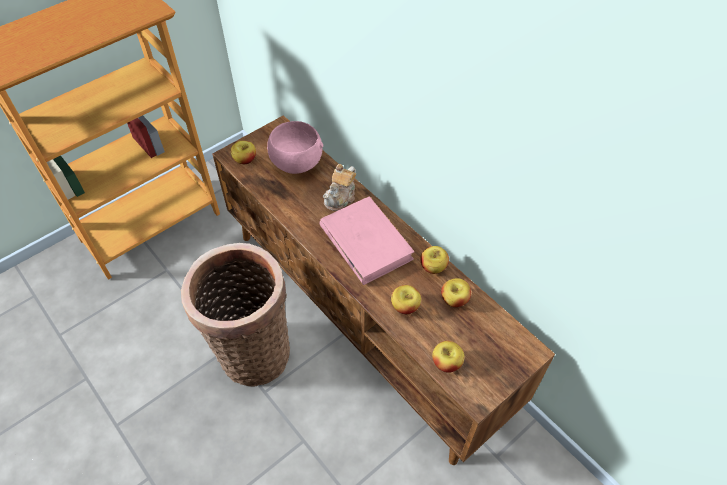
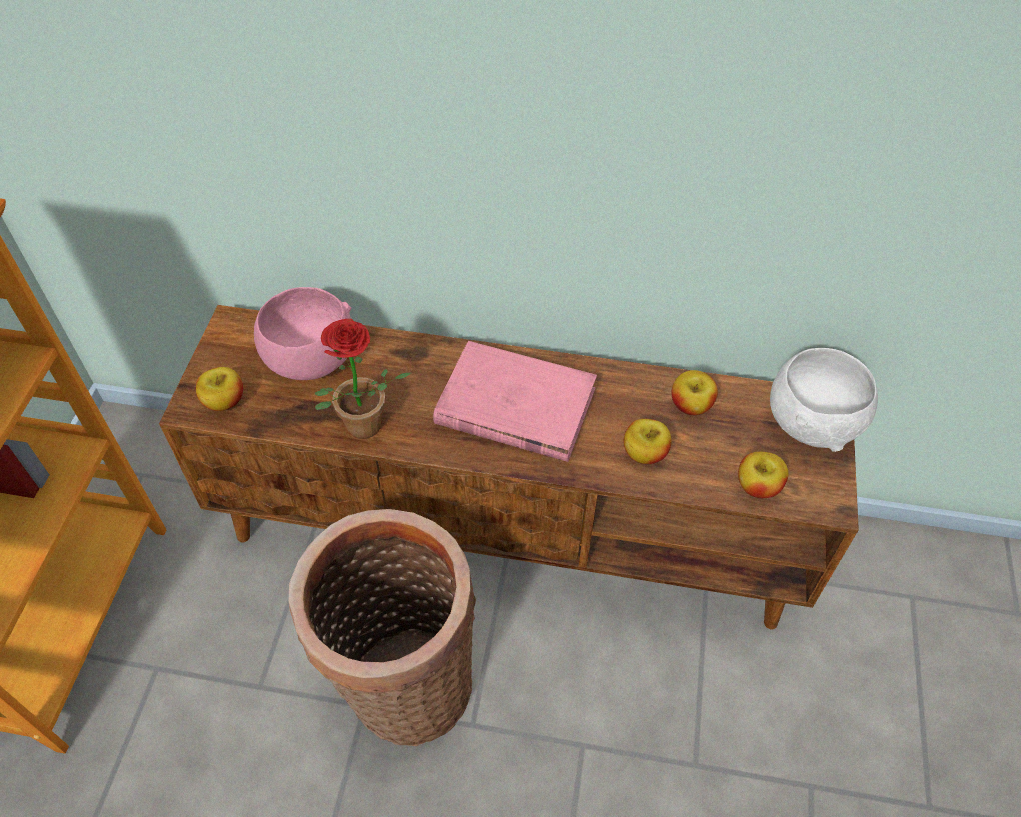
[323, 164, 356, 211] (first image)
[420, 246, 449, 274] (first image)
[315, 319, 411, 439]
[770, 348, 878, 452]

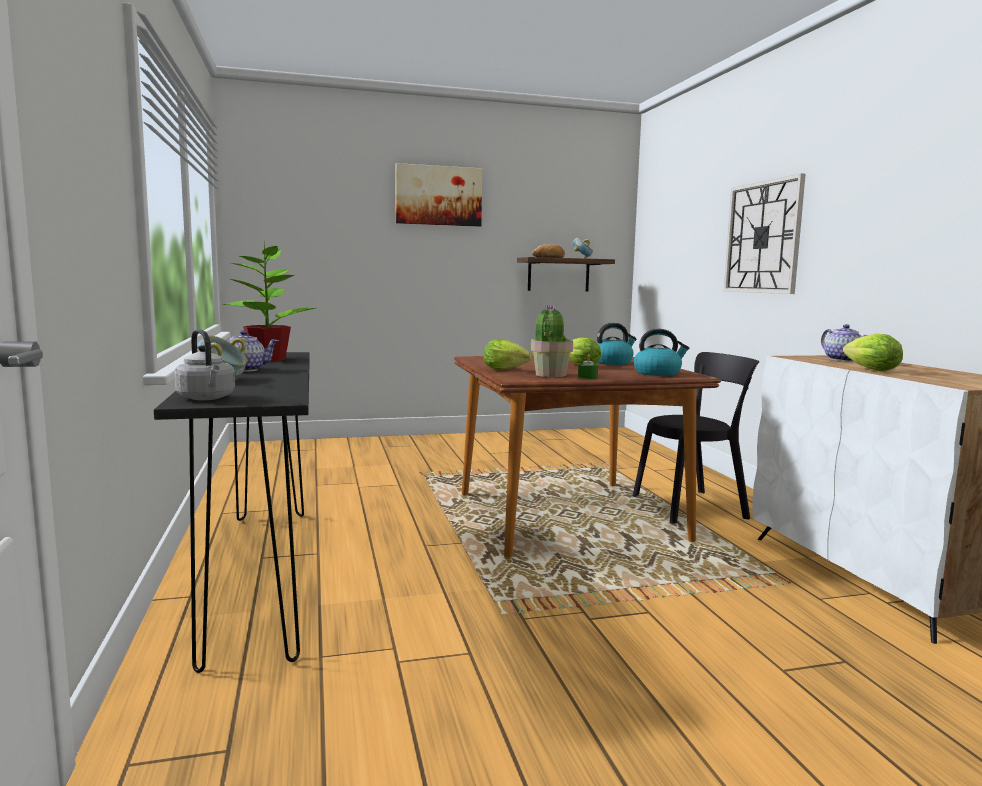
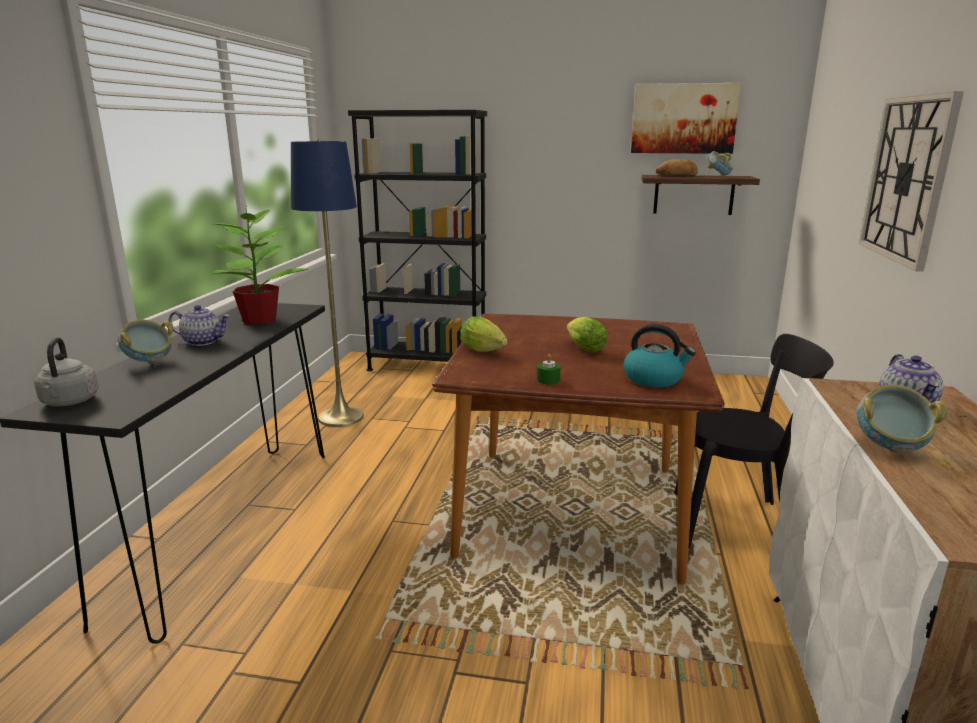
[631, 83, 741, 154]
[531, 305, 573, 377] (first image)
[597, 323, 637, 365] (first image)
[857, 385, 947, 452]
[348, 110, 487, 371]
[291, 139, 364, 427]

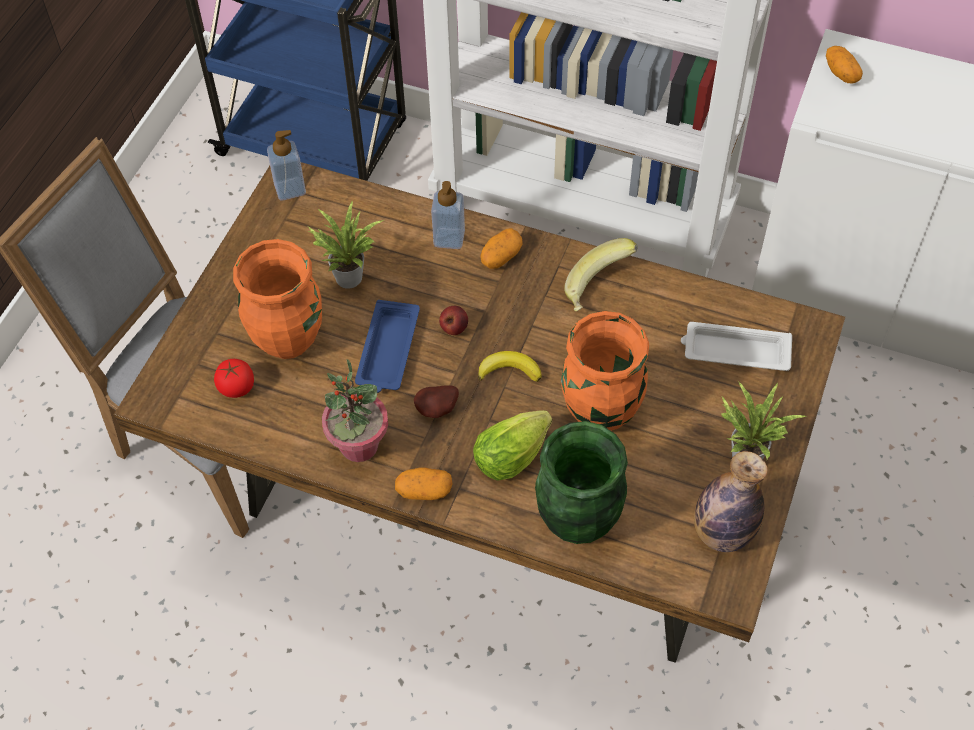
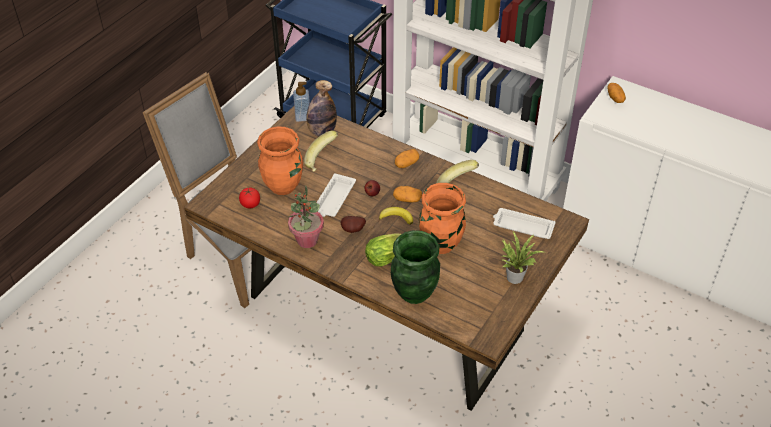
[431, 181, 465, 249] (first image)
[304, 131, 338, 172]
[317, 173, 356, 217]
[306, 80, 337, 136]
[393, 186, 422, 202]

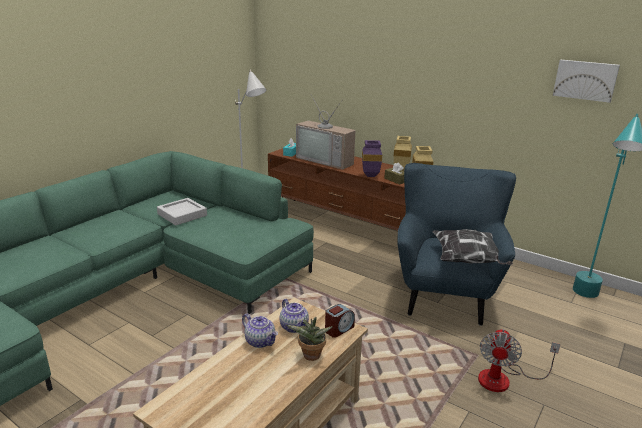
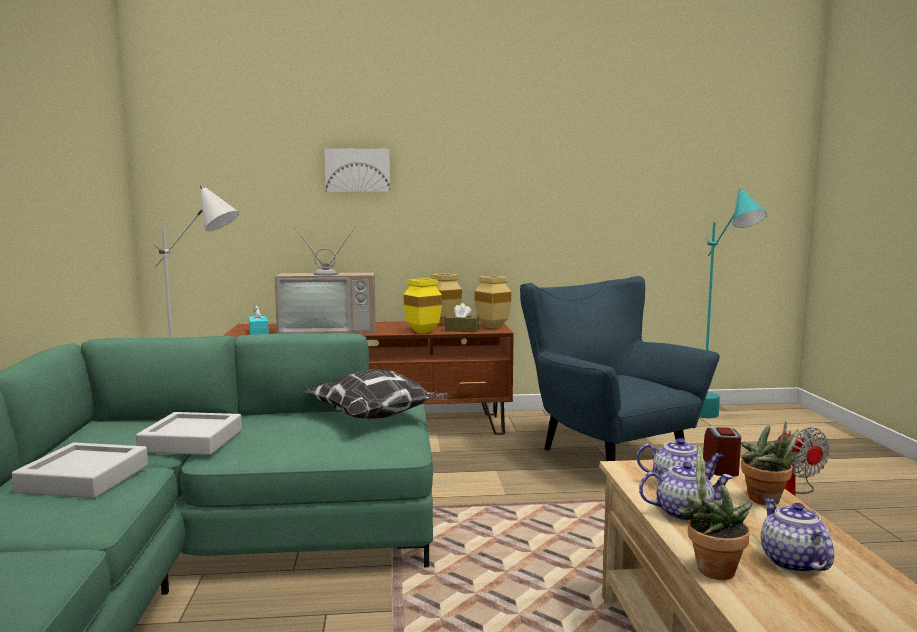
[325, 148, 390, 192]
[404, 278, 442, 333]
[304, 369, 451, 419]
[12, 442, 148, 498]
[676, 447, 753, 580]
[761, 498, 834, 573]

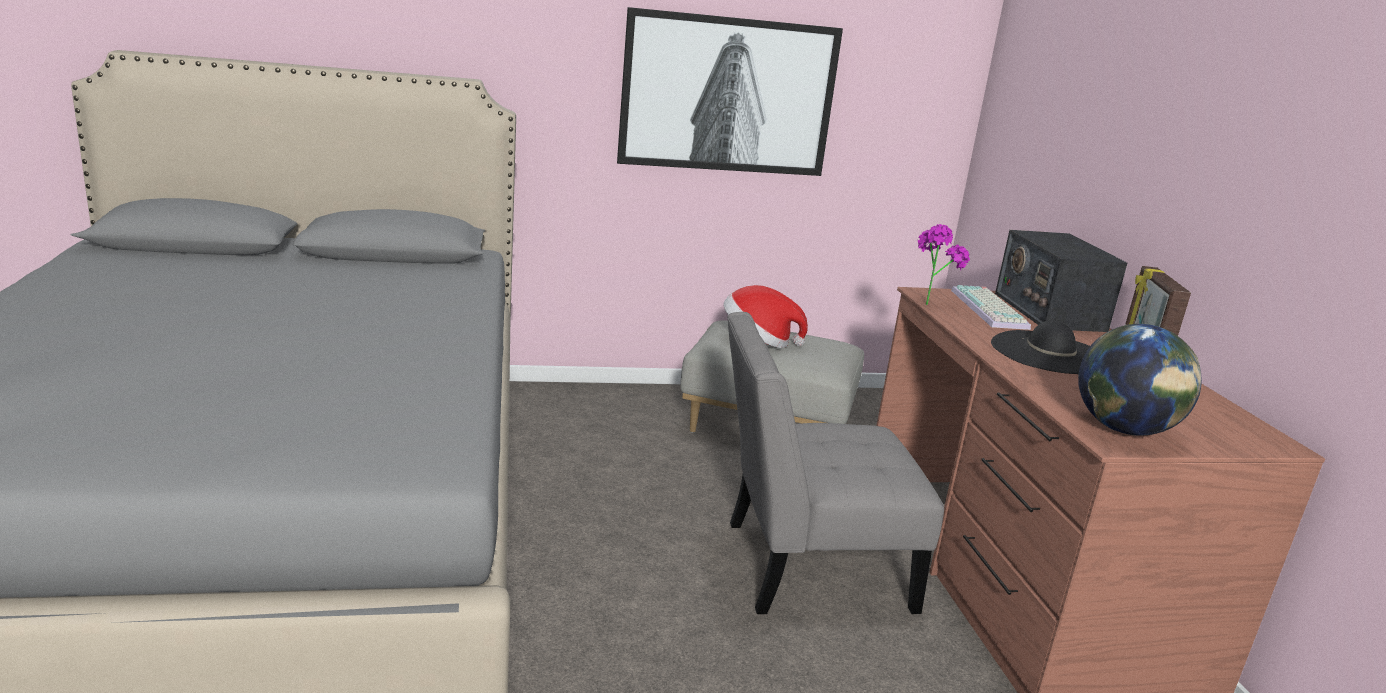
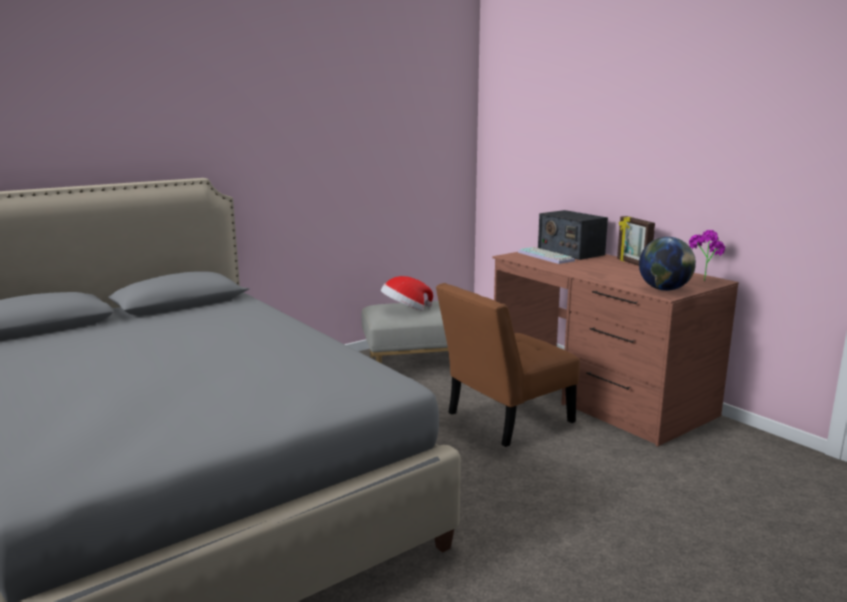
[617, 7, 843, 176] (first image)
[689, 230, 725, 281]
[436, 283, 580, 447]
[991, 320, 1090, 374] (first image)

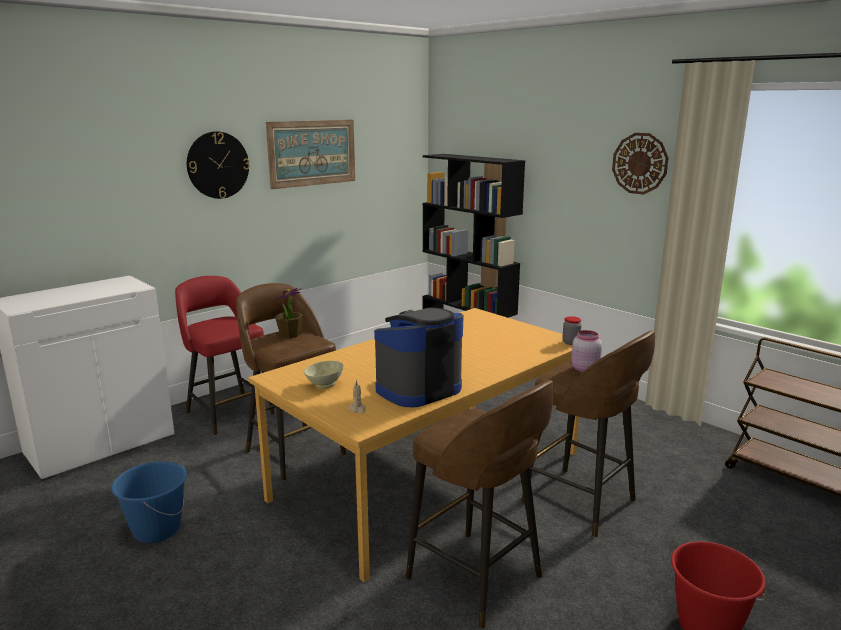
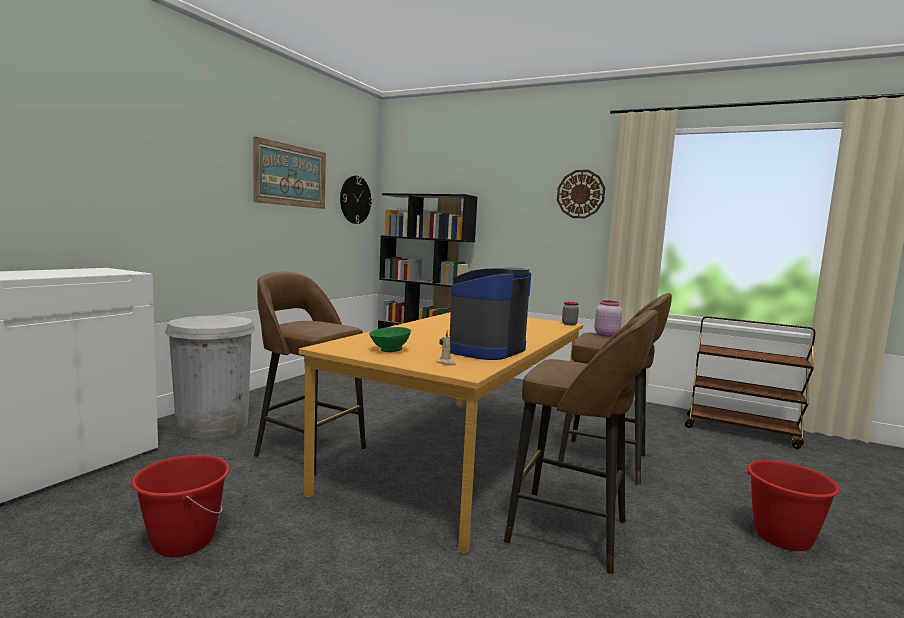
[340, 176, 372, 224]
[165, 316, 255, 438]
[274, 288, 303, 338] (first image)
[369, 327, 411, 352]
[131, 455, 230, 557]

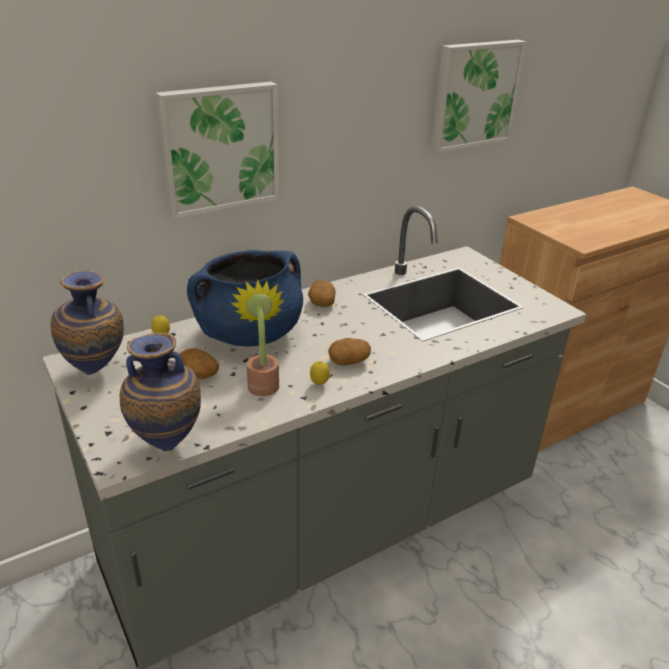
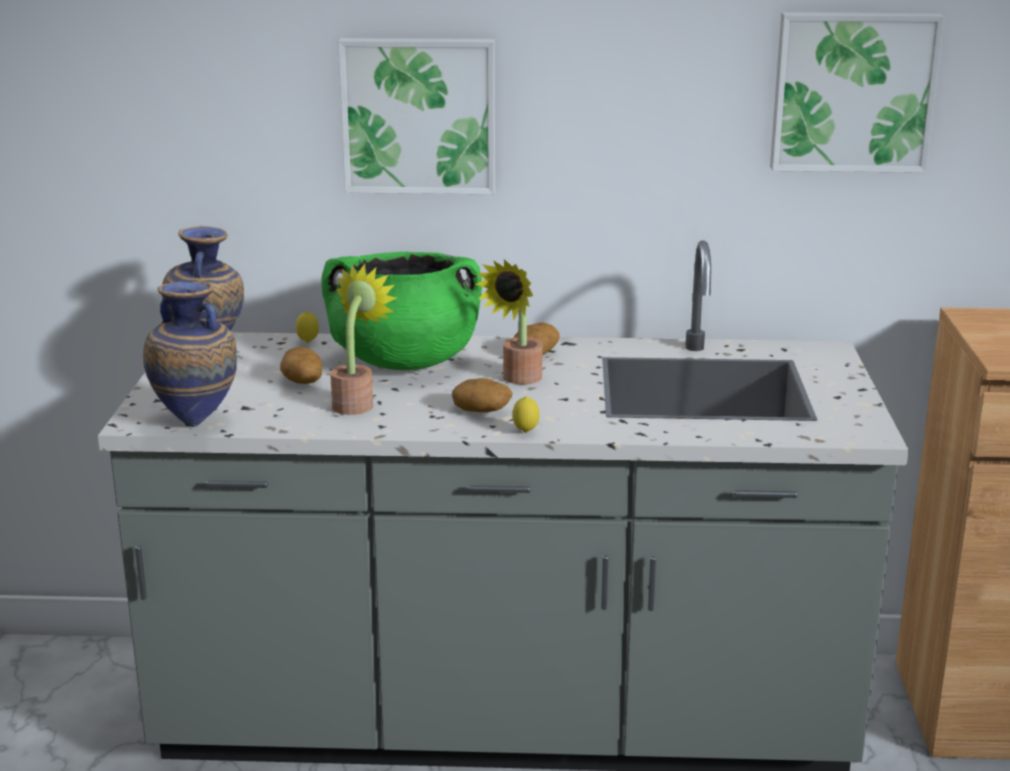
[321, 252, 482, 370]
[512, 397, 539, 433]
[475, 259, 543, 385]

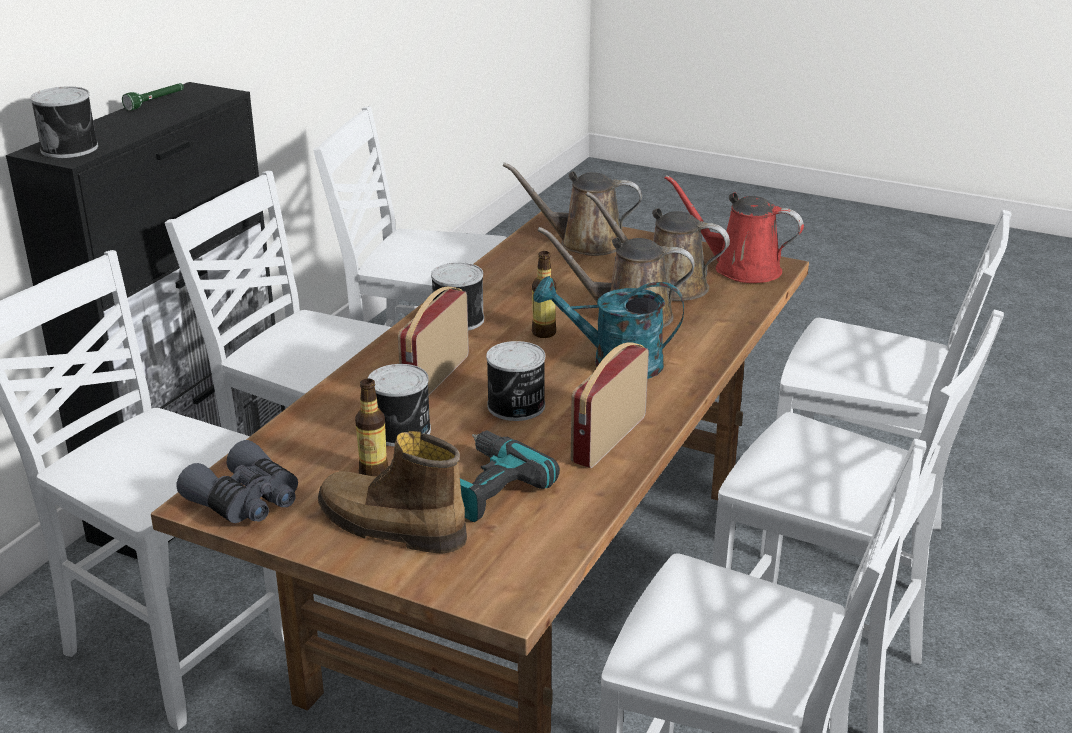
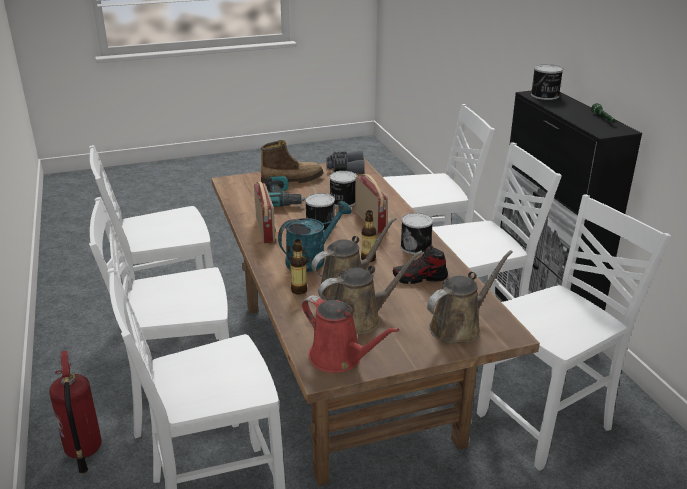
[302, 295, 399, 373]
[290, 239, 307, 295]
[393, 246, 448, 284]
[49, 350, 102, 474]

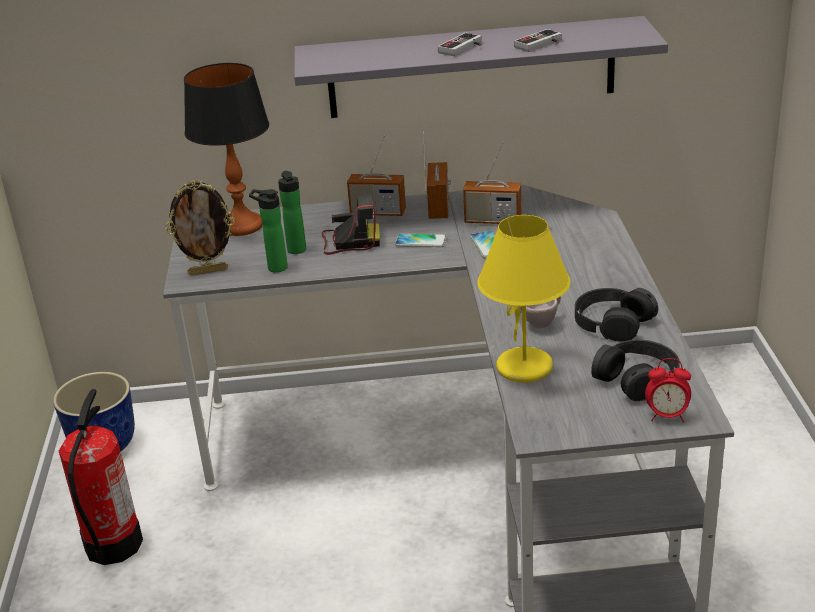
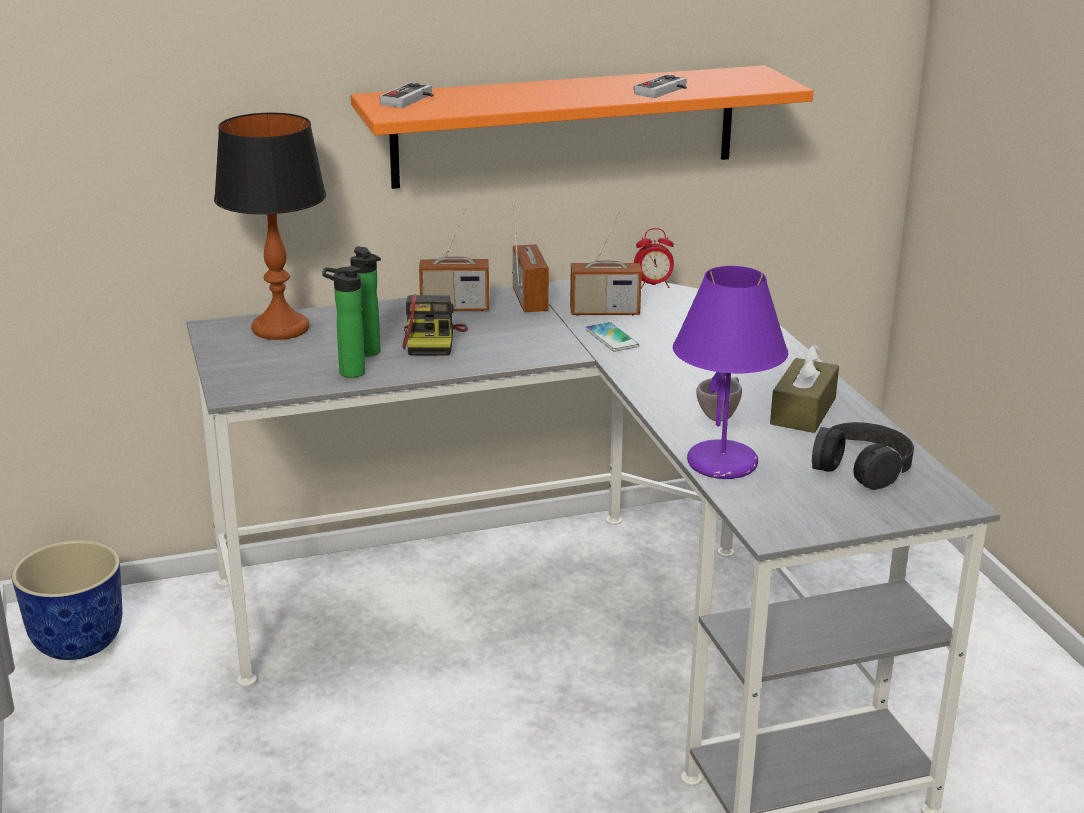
[351, 65, 813, 189]
[379, 83, 433, 108]
[166, 180, 235, 276] (first image)
[402, 294, 468, 355]
[673, 266, 788, 479]
[395, 233, 447, 247] (first image)
[770, 344, 839, 433]
[634, 228, 674, 289]
[59, 389, 143, 565] (first image)

